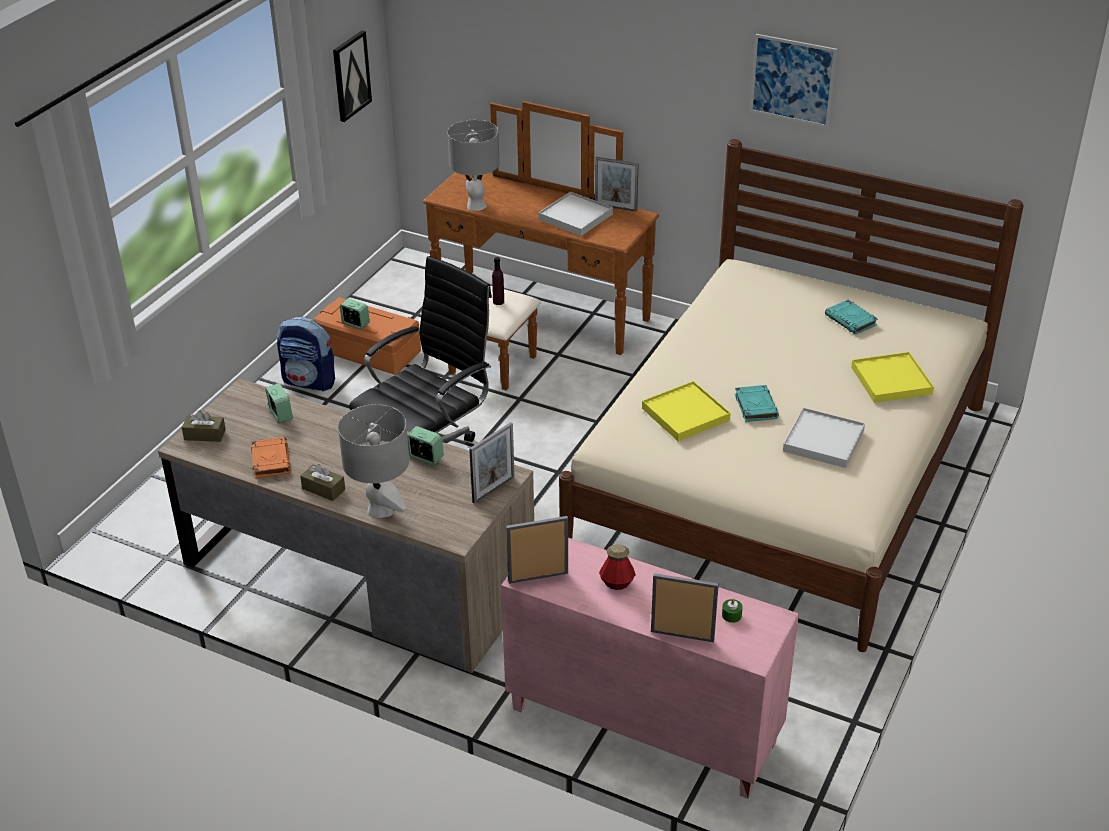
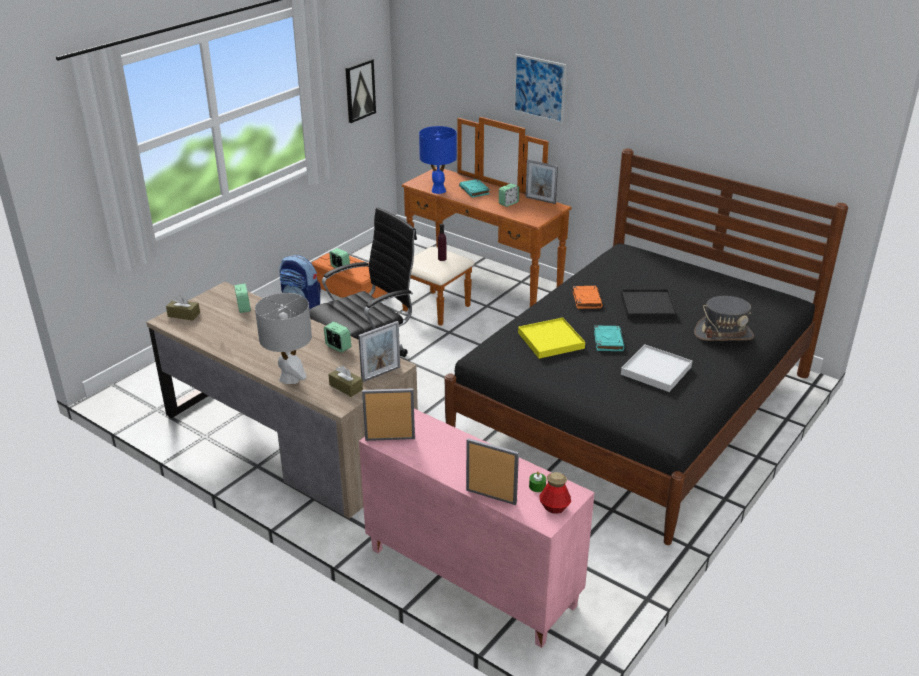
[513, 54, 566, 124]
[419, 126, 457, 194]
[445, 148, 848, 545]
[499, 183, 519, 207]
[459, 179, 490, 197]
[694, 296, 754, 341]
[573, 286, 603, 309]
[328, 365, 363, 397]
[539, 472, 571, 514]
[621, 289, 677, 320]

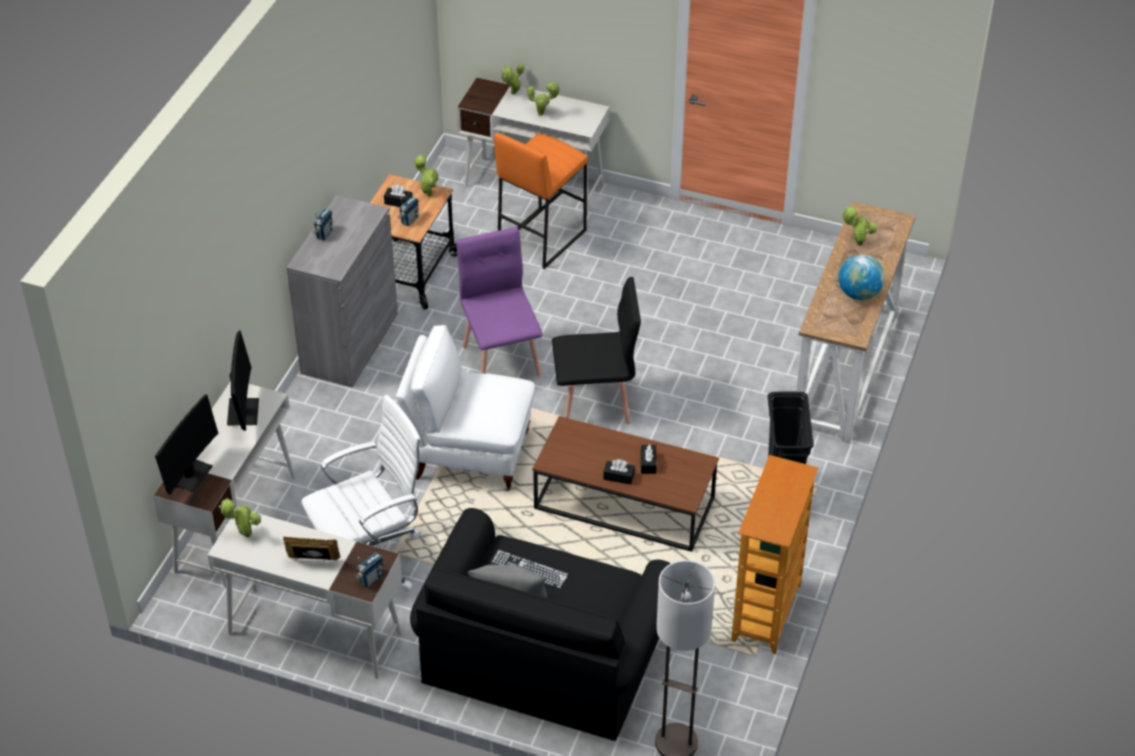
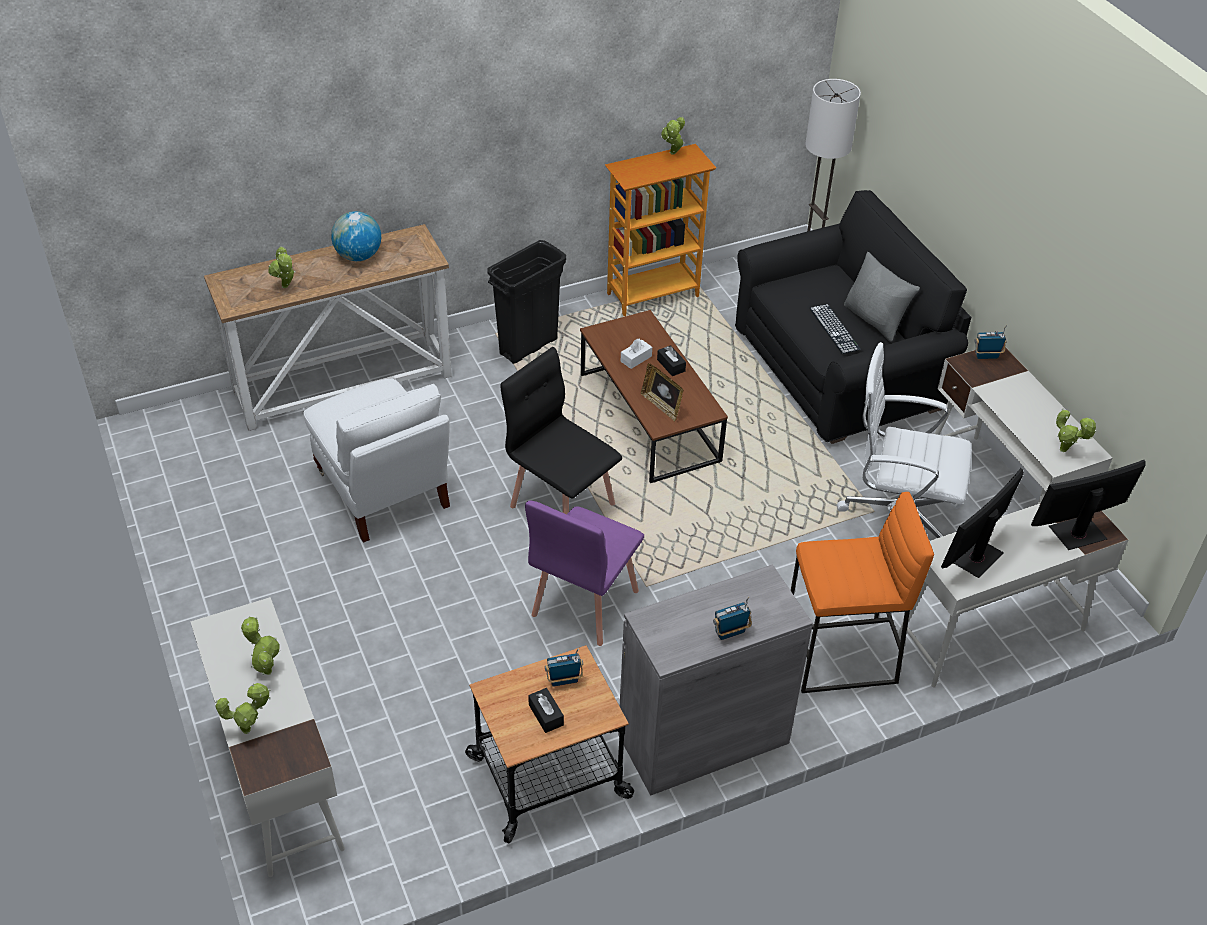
[791, 492, 934, 693]
[661, 116, 685, 155]
[304, 379, 450, 543]
[621, 338, 652, 369]
[641, 363, 683, 422]

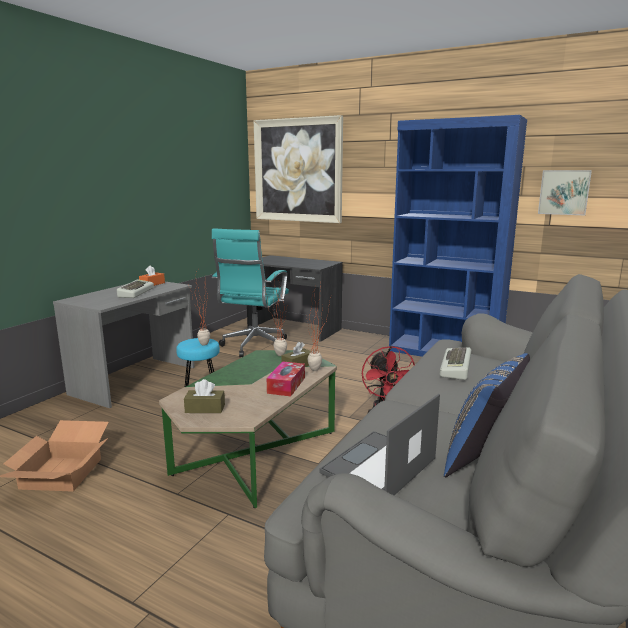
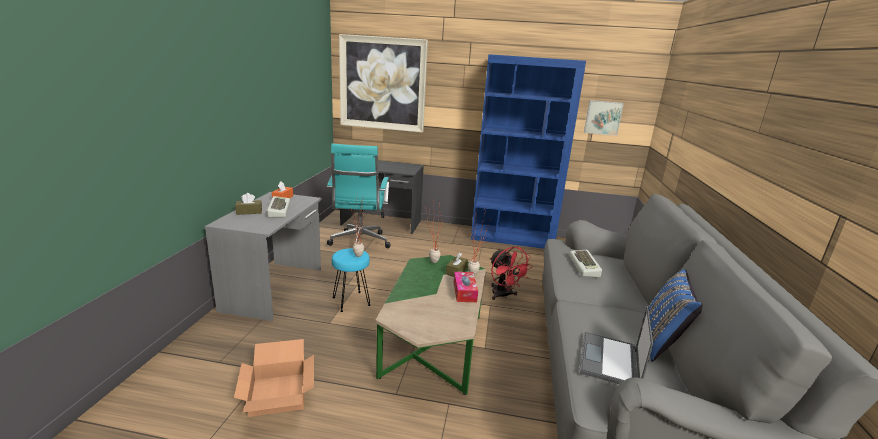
[235, 193, 262, 215]

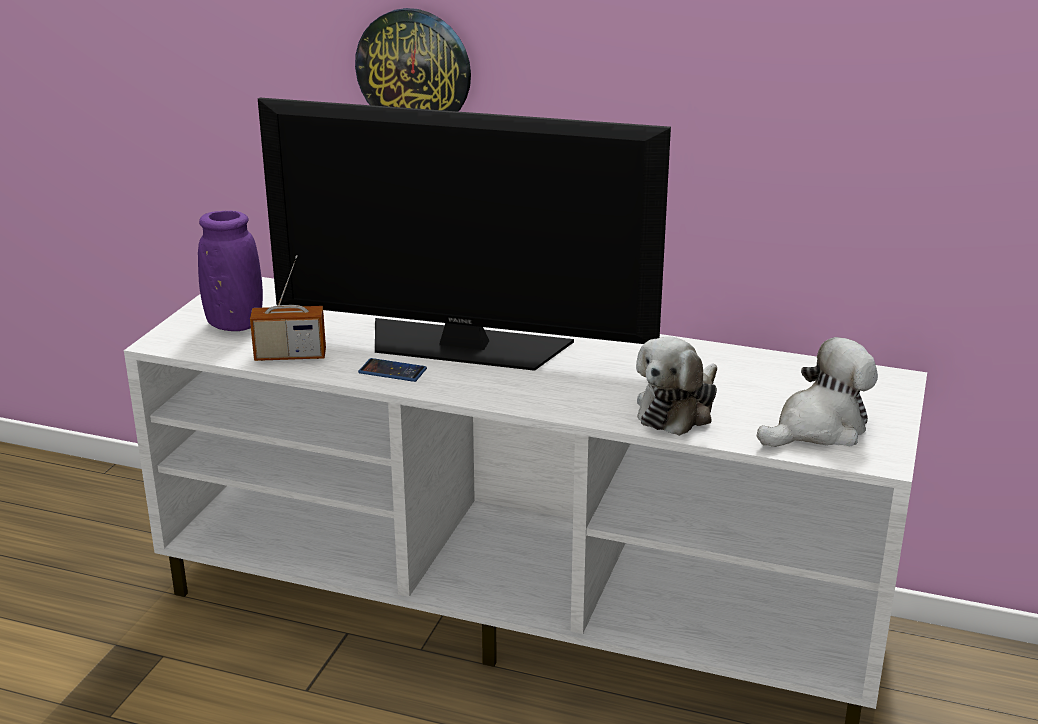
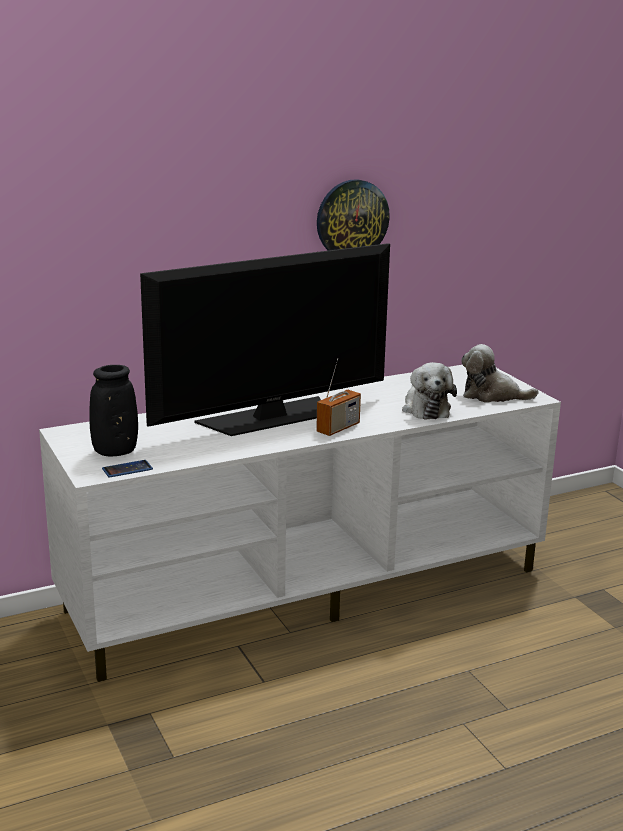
[317, 179, 390, 251]
[89, 365, 138, 456]
[316, 358, 361, 436]
[462, 344, 538, 403]
[102, 460, 153, 478]

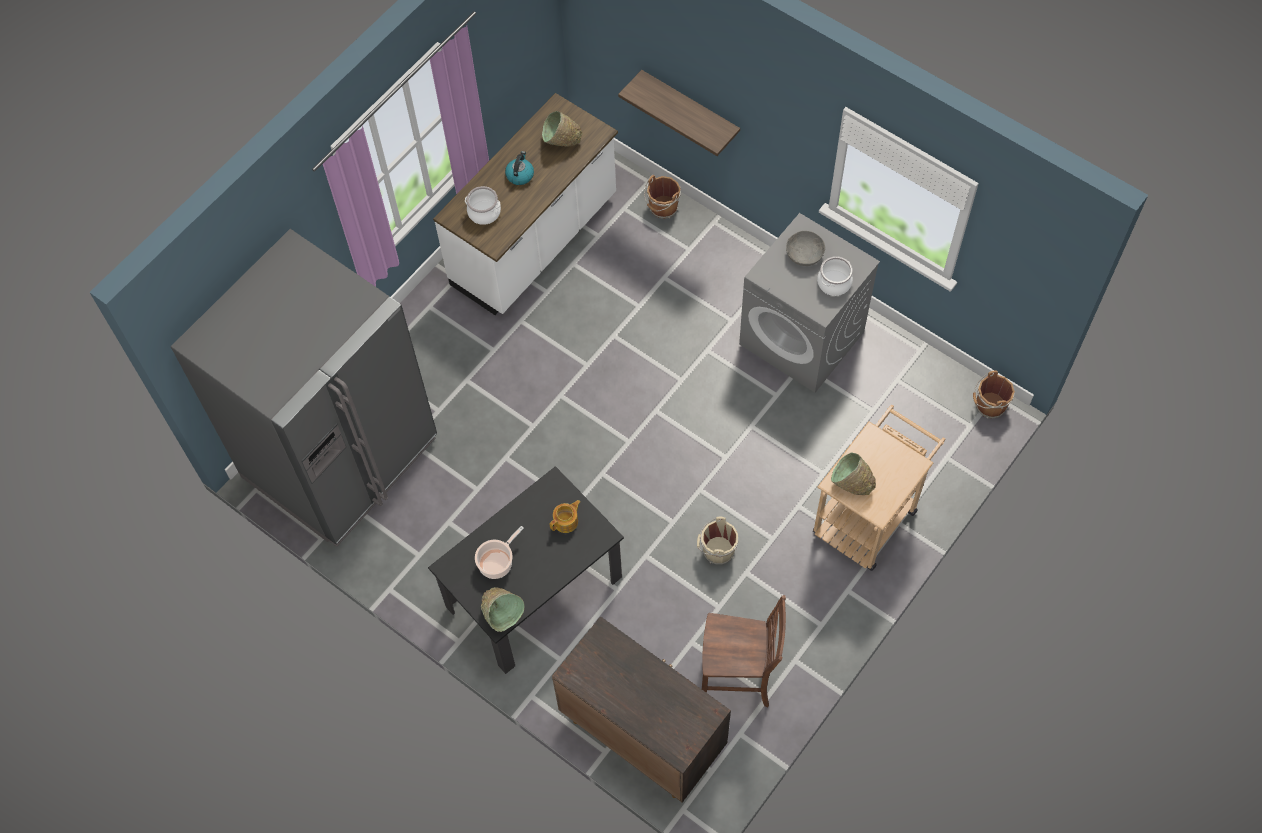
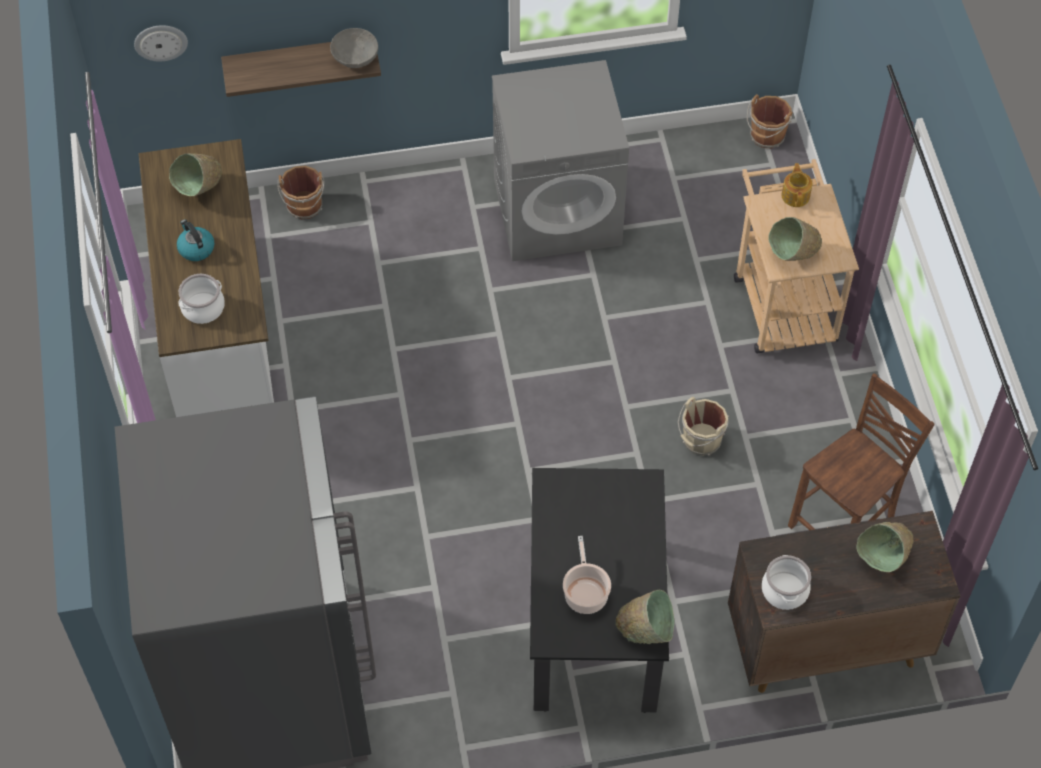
[330, 28, 378, 68]
[762, 555, 811, 610]
[782, 163, 812, 207]
[134, 25, 188, 61]
[856, 522, 914, 572]

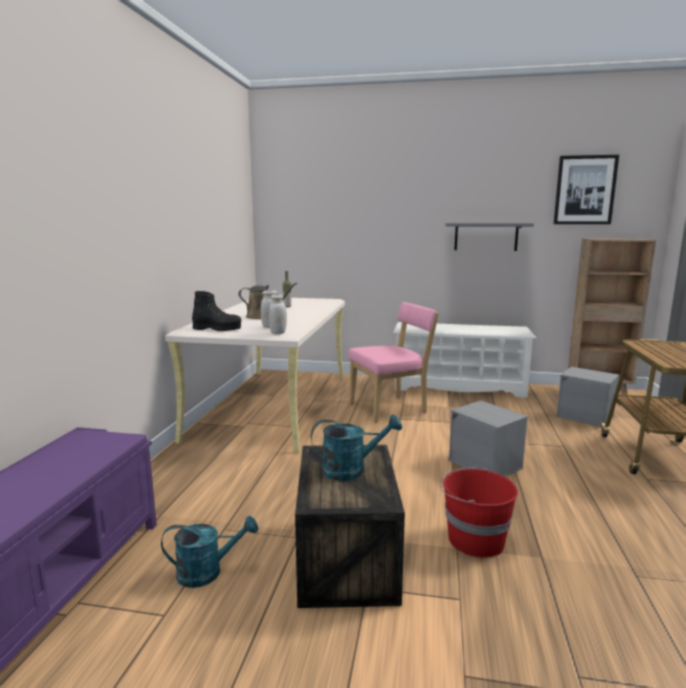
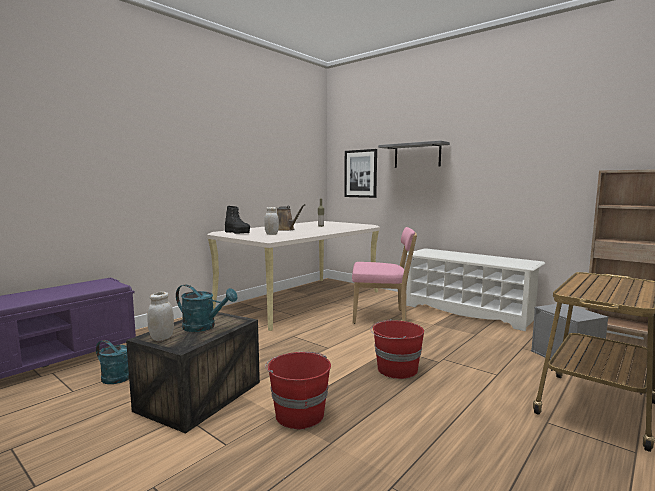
[344, 149, 377, 198]
[378, 140, 450, 168]
[147, 292, 174, 341]
[370, 319, 424, 379]

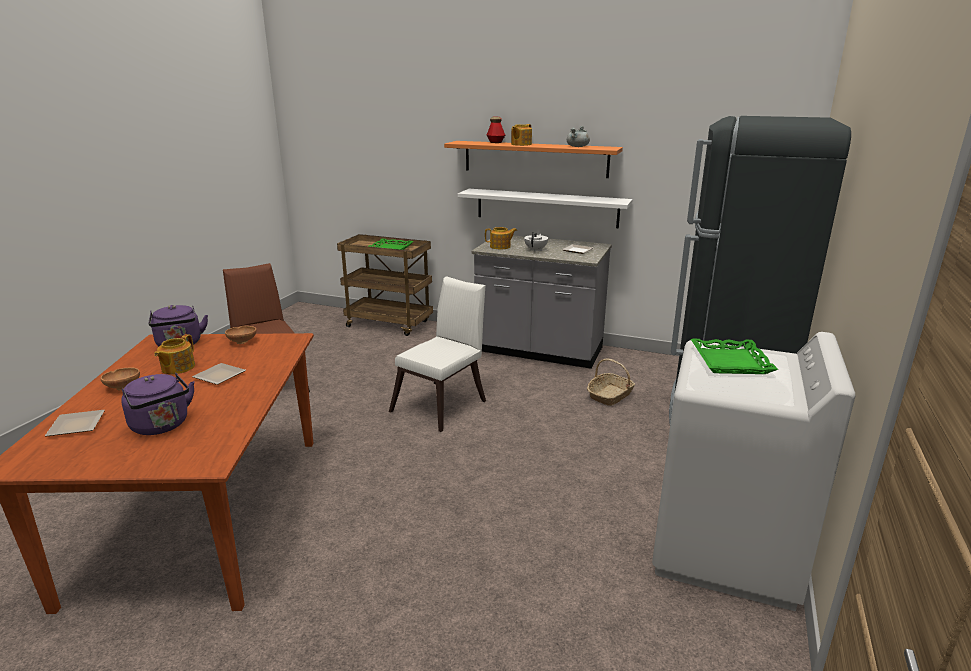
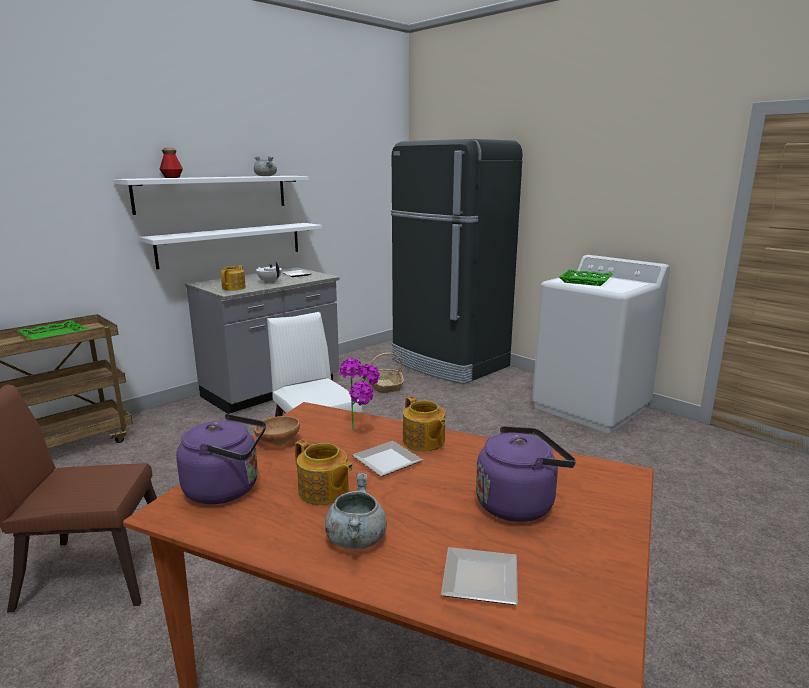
[403, 396, 446, 451]
[114, 176, 309, 215]
[325, 473, 387, 549]
[340, 358, 380, 430]

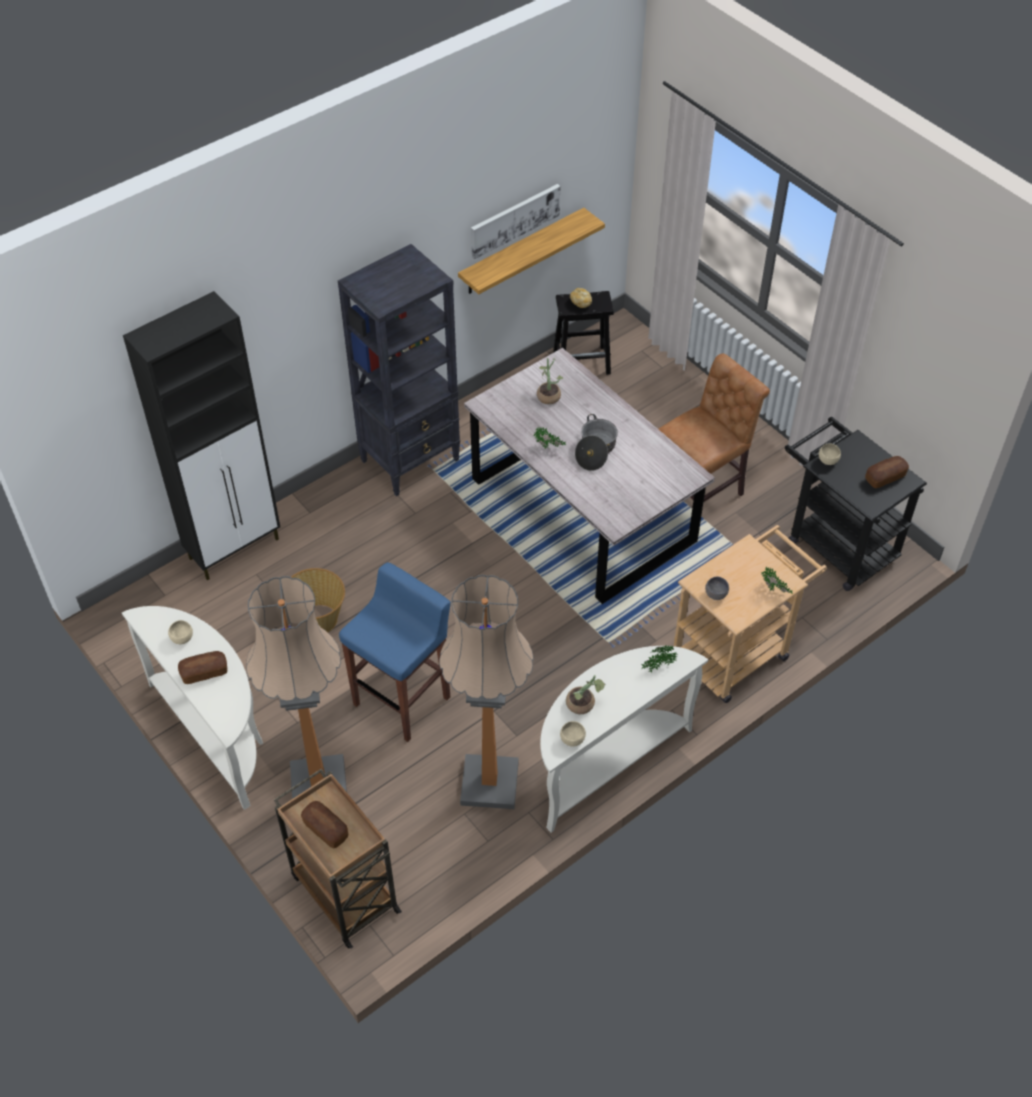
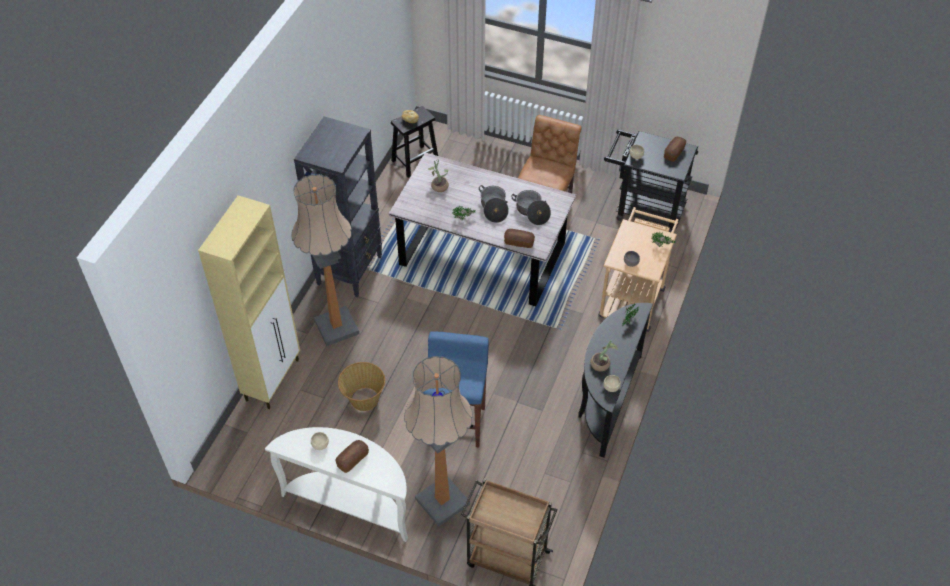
[471, 184, 561, 259] (first image)
[458, 208, 605, 294] (first image)
[198, 195, 300, 409]
[291, 174, 359, 346]
[578, 303, 653, 458]
[504, 229, 535, 248]
[511, 190, 551, 225]

